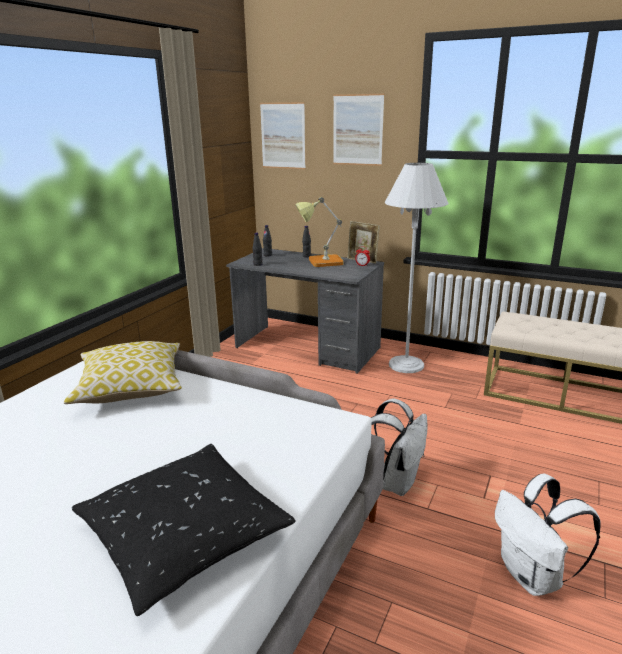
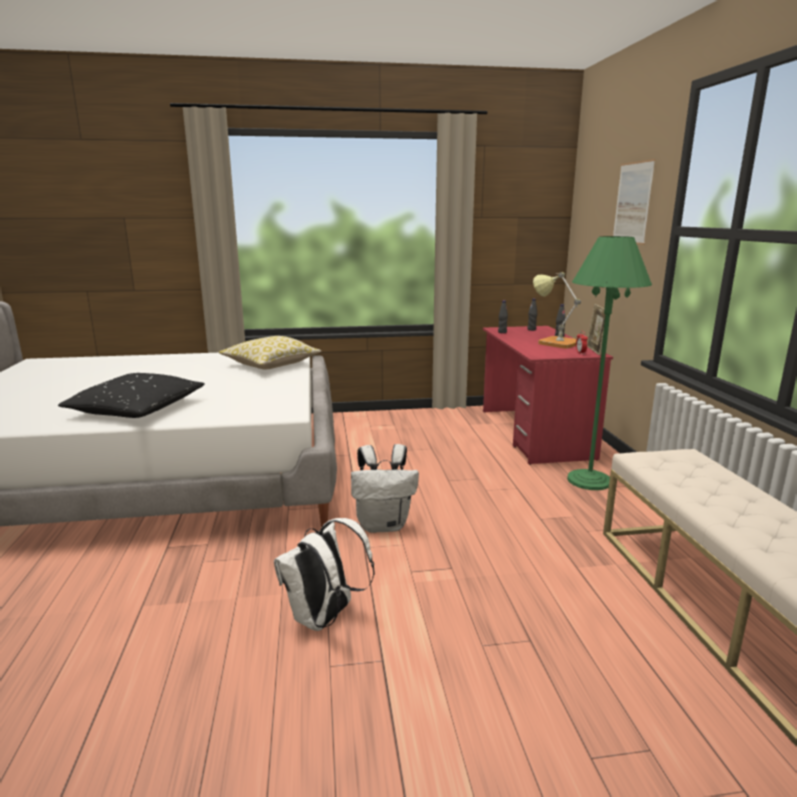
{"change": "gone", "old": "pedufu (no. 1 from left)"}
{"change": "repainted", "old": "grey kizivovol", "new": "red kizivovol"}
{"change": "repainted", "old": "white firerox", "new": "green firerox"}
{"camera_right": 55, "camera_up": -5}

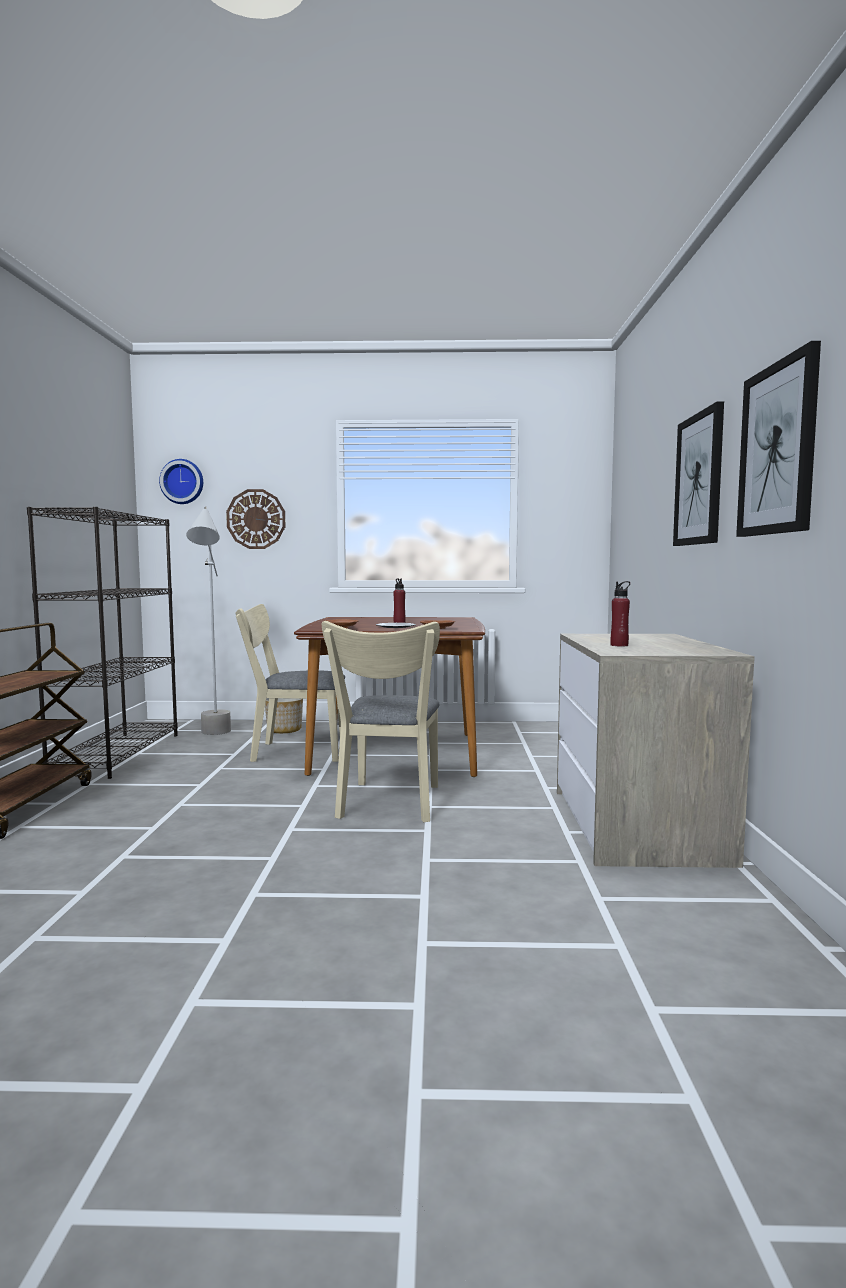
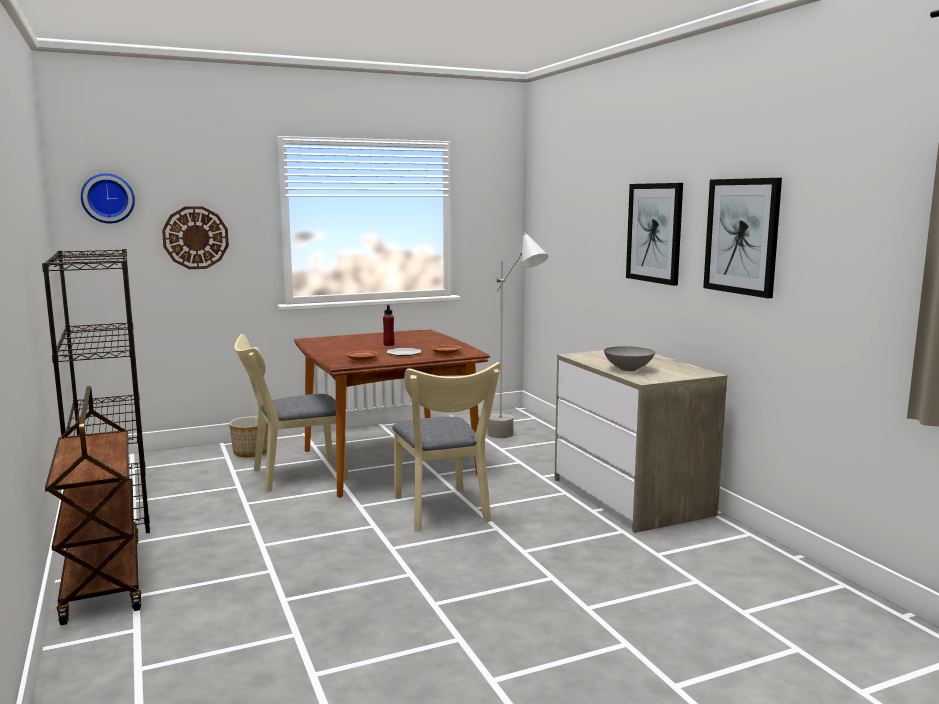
{"change": "shifted", "old": "grey firerox"}
{"change": "swapped", "old": "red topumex (no. 2 from left)", "new": "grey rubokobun"}
{"camera_right": -25, "camera_up": 5}

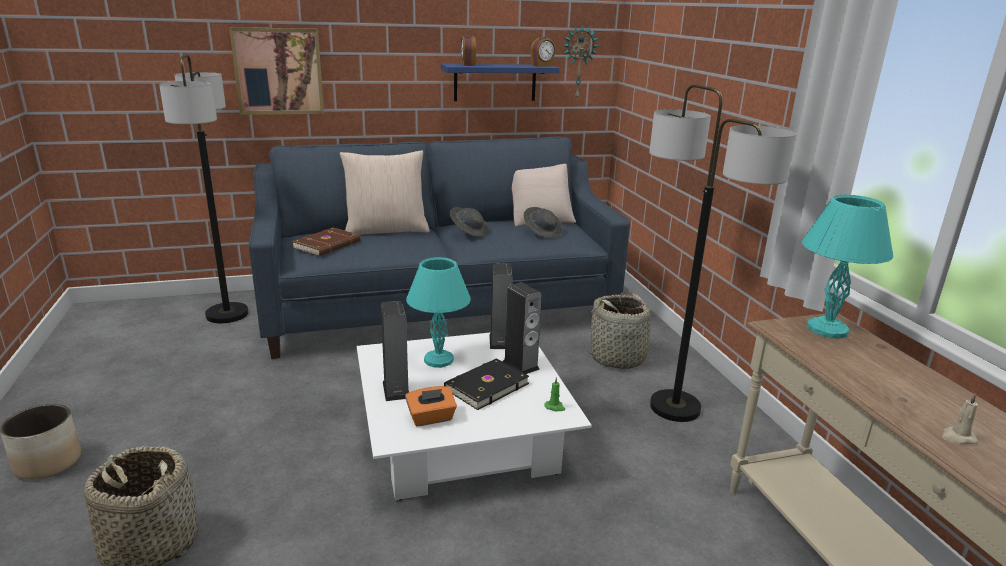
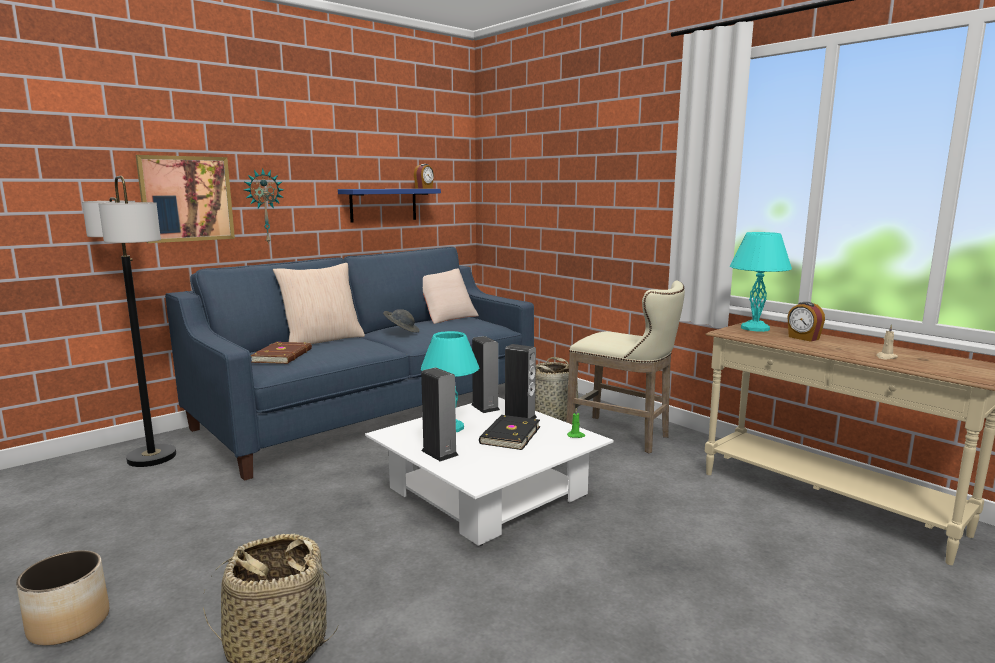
{"change": "gone", "old": "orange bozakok"}
{"change": "gone", "old": "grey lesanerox (no. 2 from left)"}
{"change": "shifted", "old": "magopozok (no. 1 from left in the first image)", "new": "magopozok (no. 2 from left)"}
{"change": "shifted", "old": "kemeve"}
{"change": "swapped", "old": "firerox (no. 2 from left)", "new": "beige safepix"}
{"camera_right": -25, "camera_up": -10}

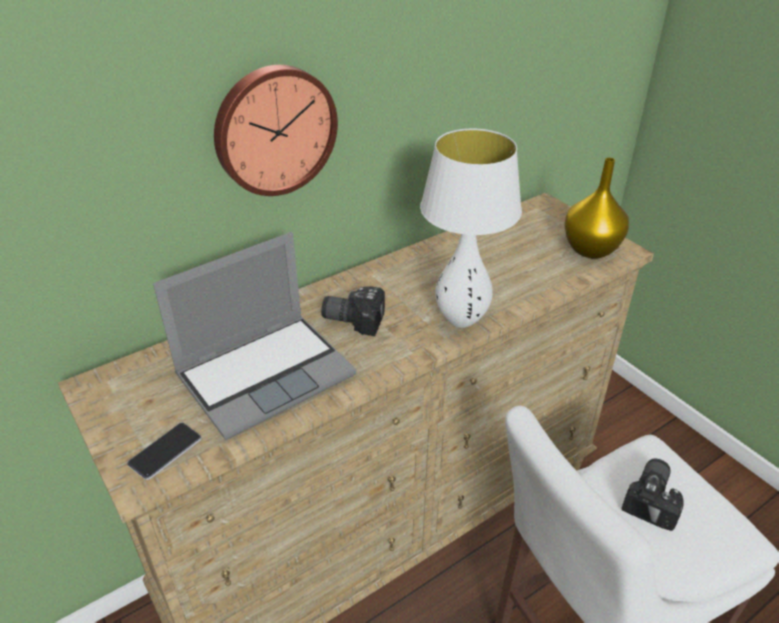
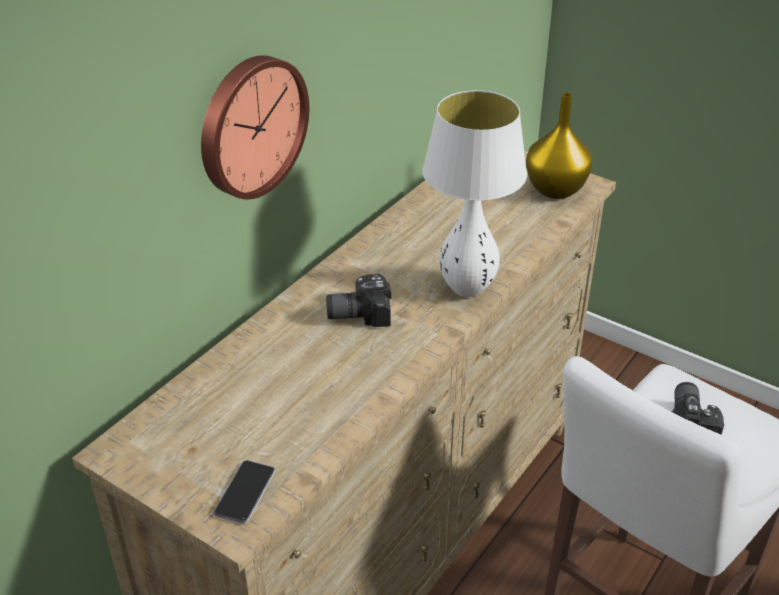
{"change": "gone", "old": "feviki"}
{"camera_right": -20, "camera_up": 0}

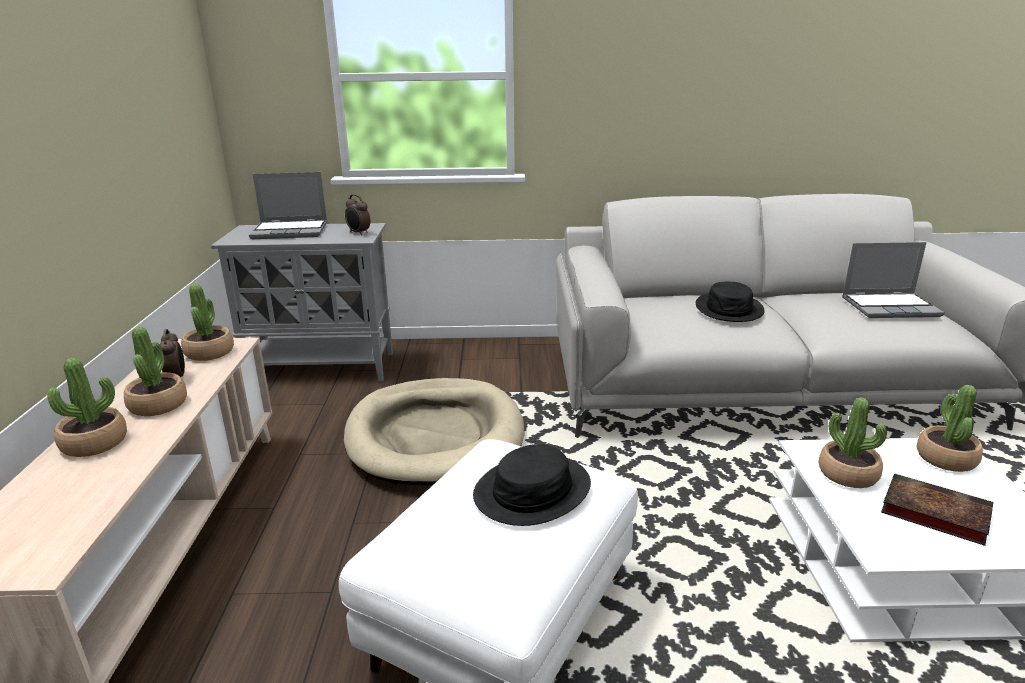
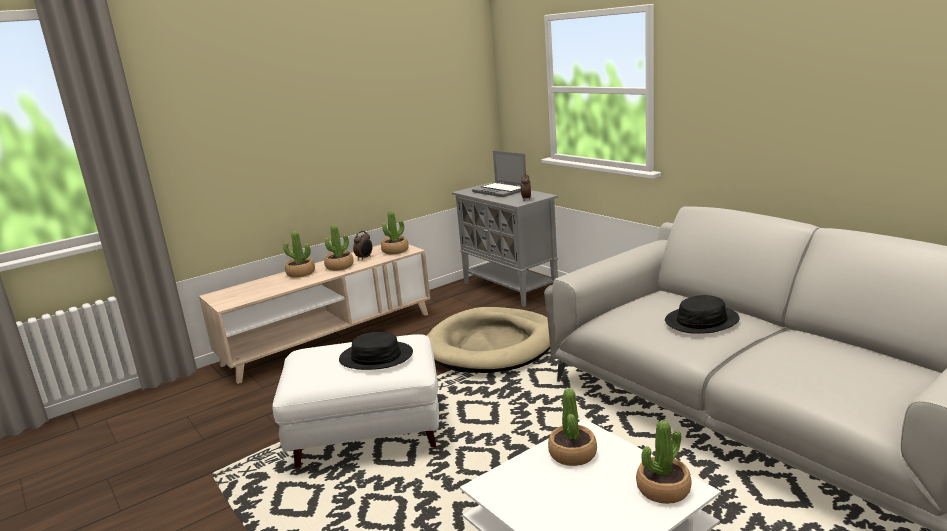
{"change": "gone", "old": "feviki (no. 2 from left)"}
{"change": "gone", "old": "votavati"}
{"camera_right": 55, "camera_up": -5}

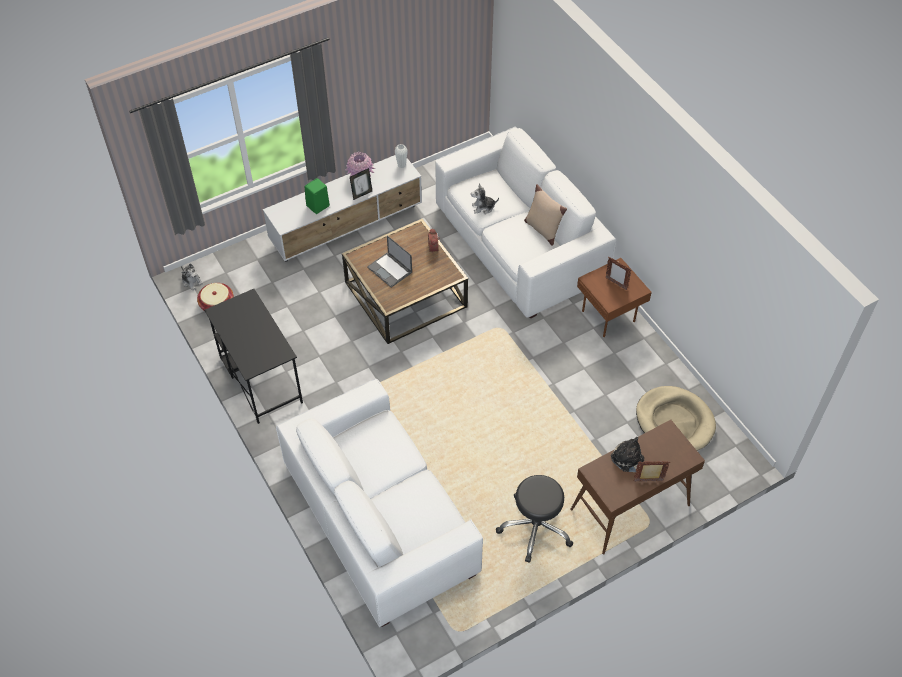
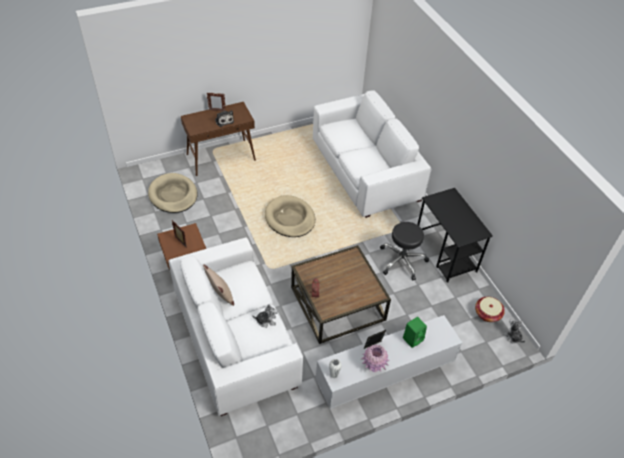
{"change": "gone", "old": "feviki"}
{"change": "new", "new": "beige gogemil (no. 2 from left)"}
{"change": "shifted", "old": "black safepix"}
{"camera_right": -175, "camera_up": -5}

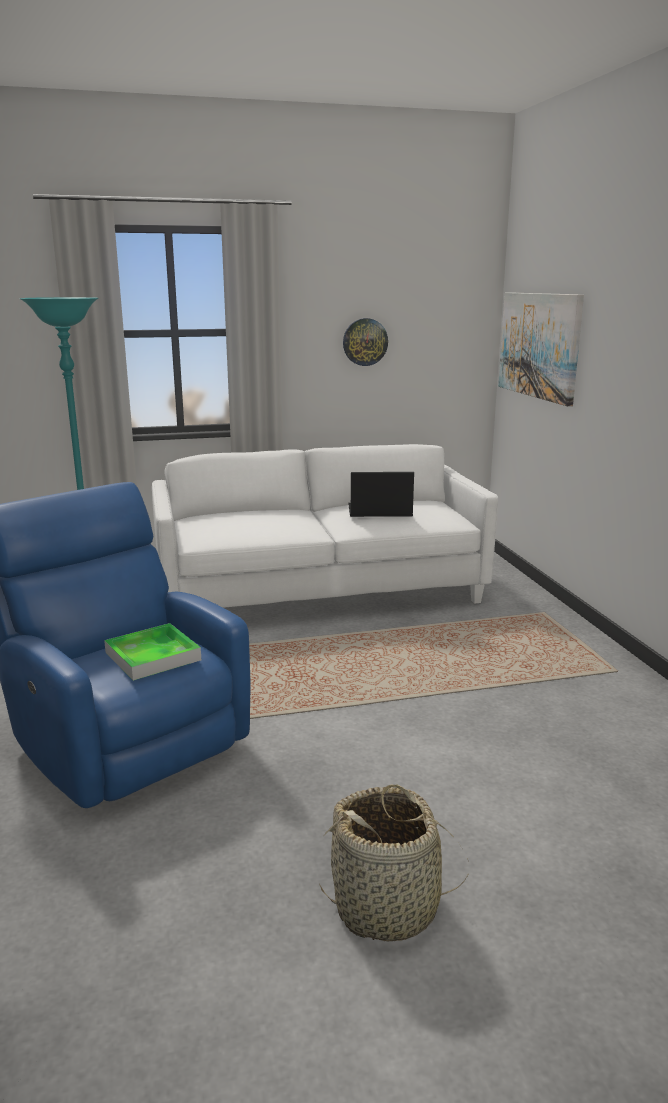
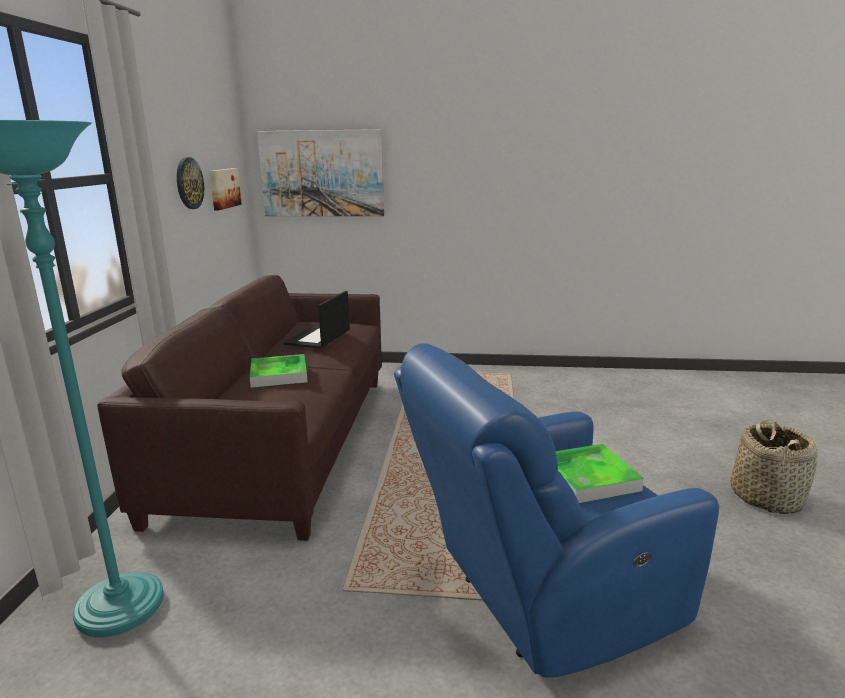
{"change": "new", "new": "pedufu (no. 1 from left)"}
{"change": "new", "new": "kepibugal (no. 1 from left)"}
{"change": "repainted", "old": "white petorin", "new": "brown petorin"}
{"camera_right": -70, "camera_up": 0}

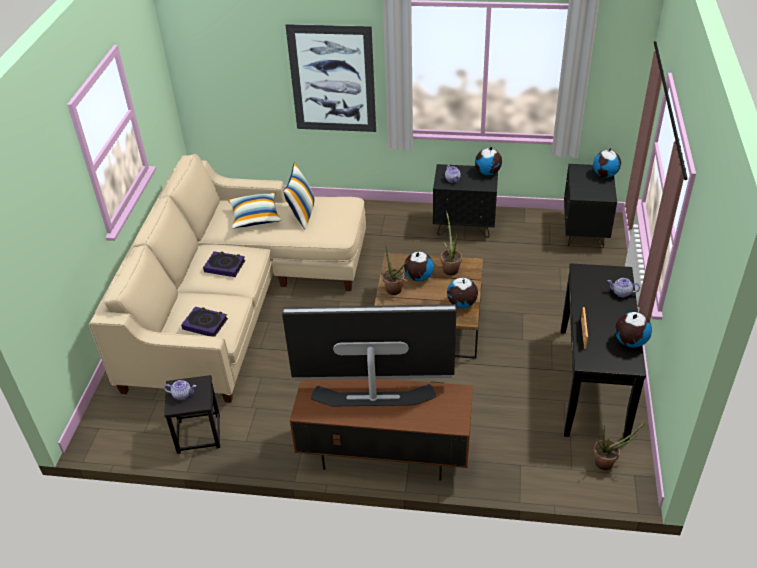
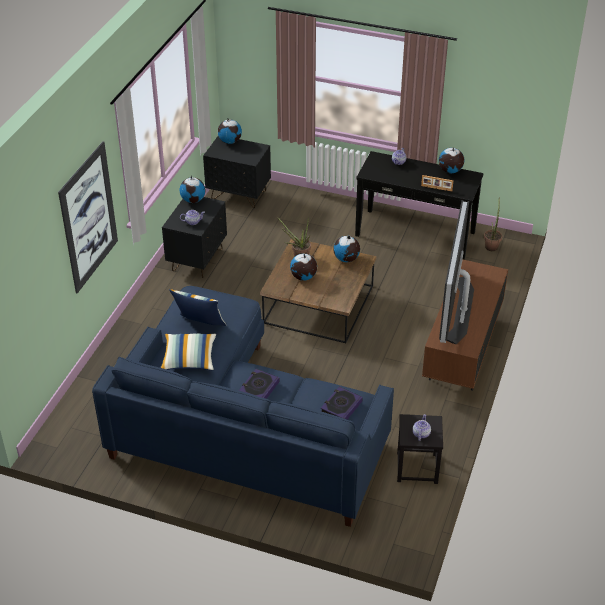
{"change": "gone", "old": "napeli (no. 1 from left)"}
{"change": "repainted", "old": "beige petorin", "new": "blue petorin"}
{"camera_right": -80, "camera_up": 0}

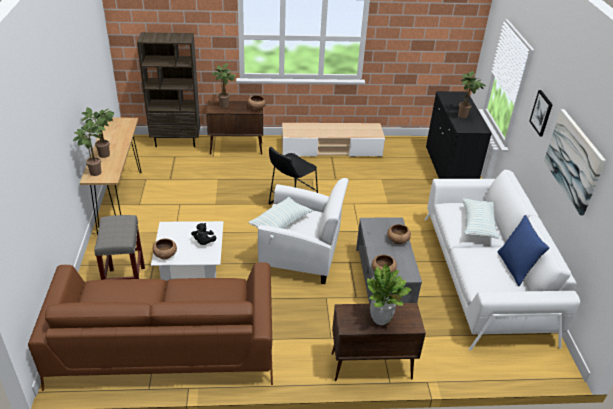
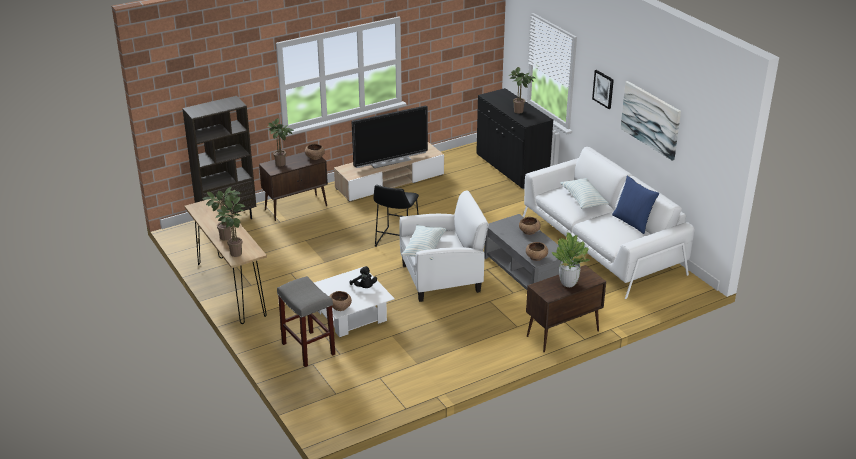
{"change": "gone", "old": "brown petorin"}
{"change": "new", "new": "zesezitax"}
{"camera_right": -25, "camera_up": -5}

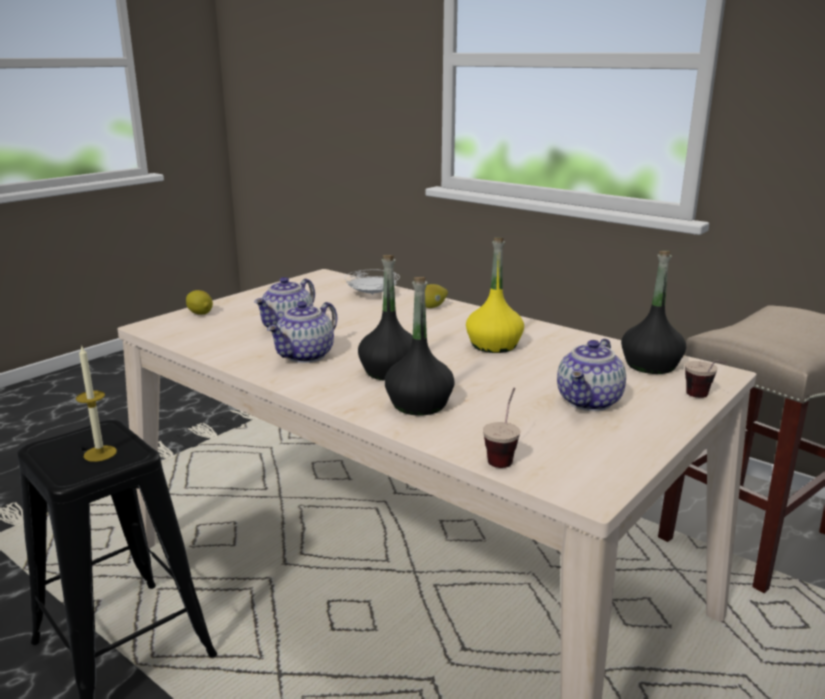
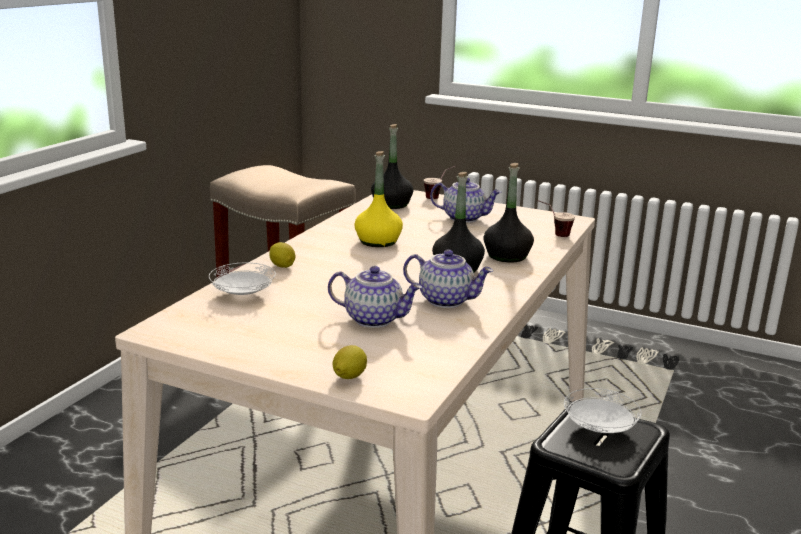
{"change": "swapped", "old": "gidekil", "new": "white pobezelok (no. 2 from left)"}
{"camera_right": -105, "camera_up": 0}

